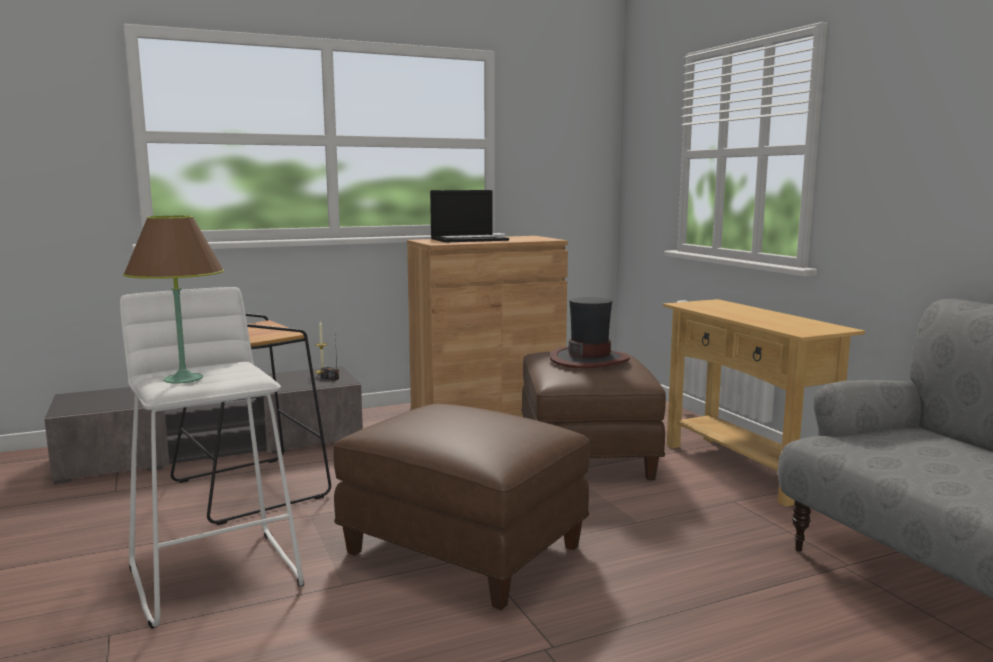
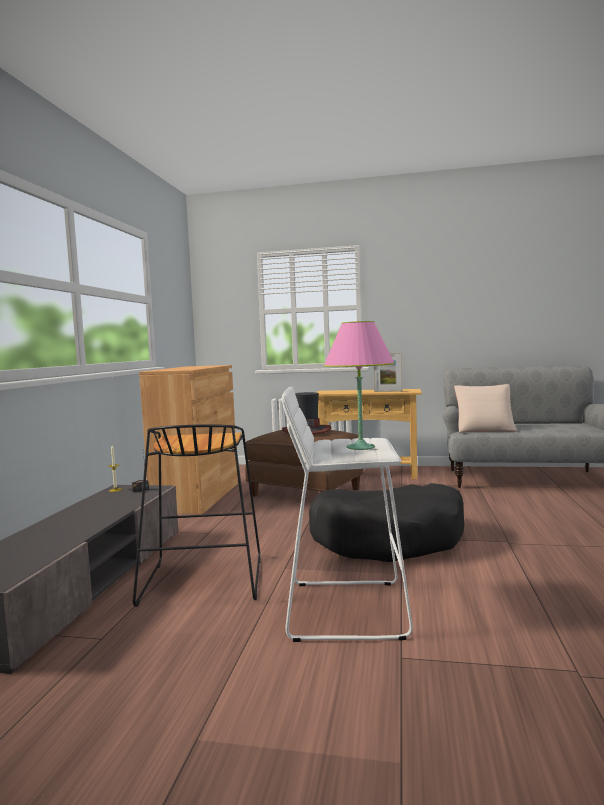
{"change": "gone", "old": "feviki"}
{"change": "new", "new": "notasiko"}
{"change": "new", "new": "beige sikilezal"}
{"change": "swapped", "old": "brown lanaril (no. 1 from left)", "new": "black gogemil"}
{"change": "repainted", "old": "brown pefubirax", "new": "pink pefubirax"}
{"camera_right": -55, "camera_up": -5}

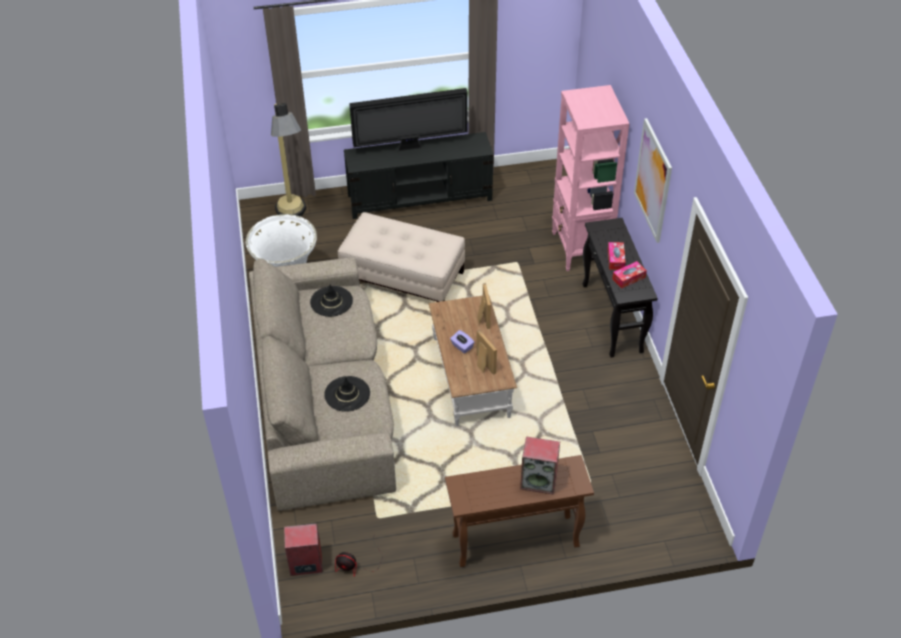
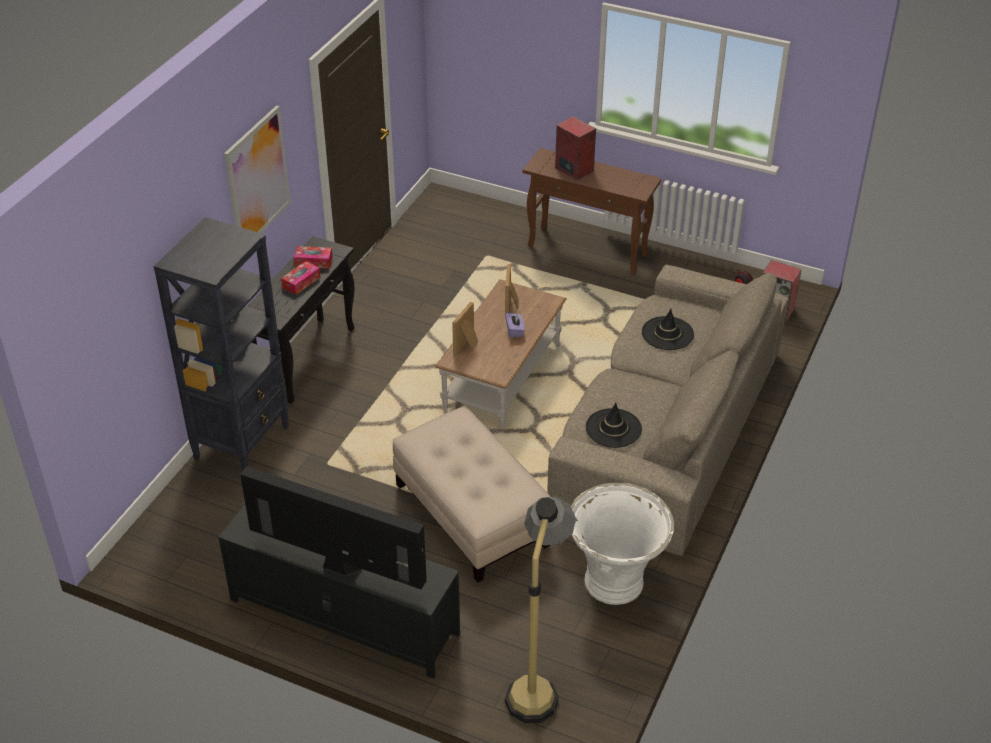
{"change": "repainted", "old": "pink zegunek", "new": "black zegunek"}
{"camera_right": -145, "camera_up": -5}

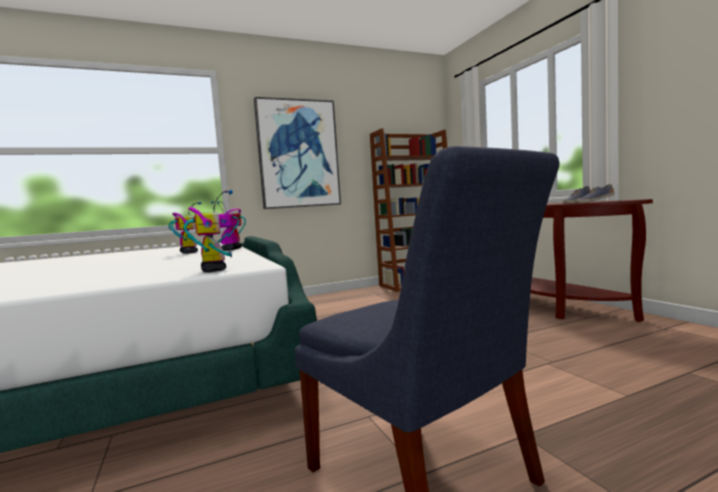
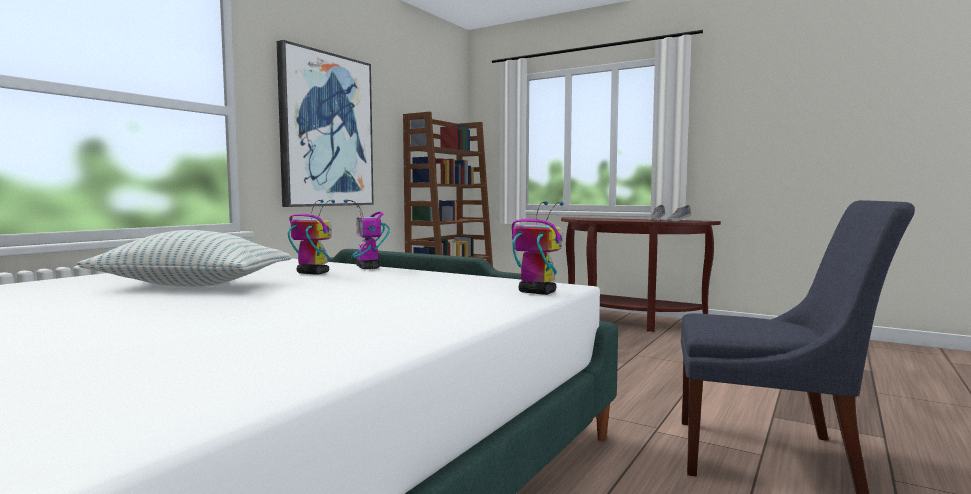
{"change": "new", "new": "sikilezal"}
{"camera_right": -35, "camera_up": 0}

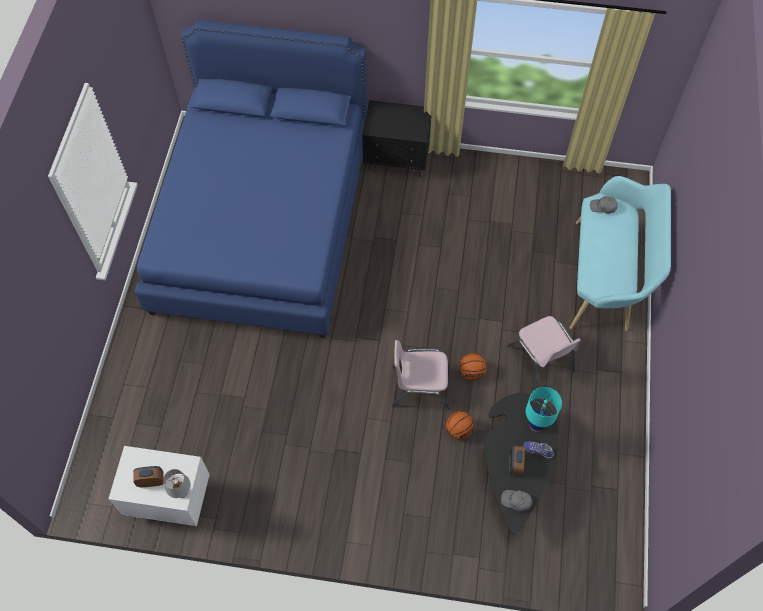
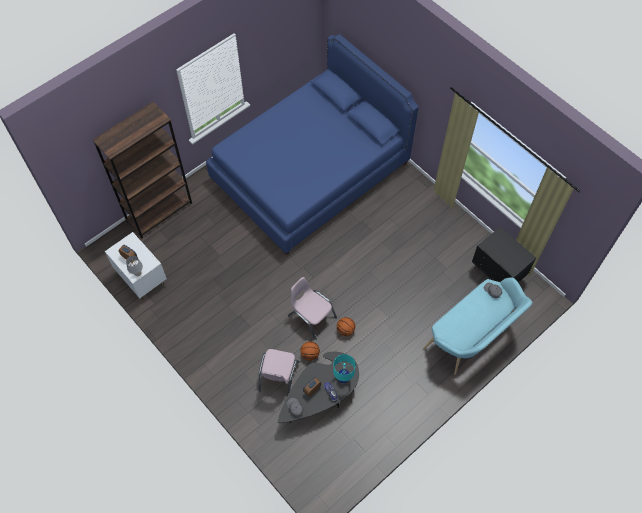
{"change": "new", "new": "brown zegunek"}
{"change": "shifted", "old": "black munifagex"}
{"change": "shifted", "old": "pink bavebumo (no. 2 from left in the first image)", "new": "pink bavebumo (no. 1 from left)"}
{"camera_right": 40, "camera_up": 0}

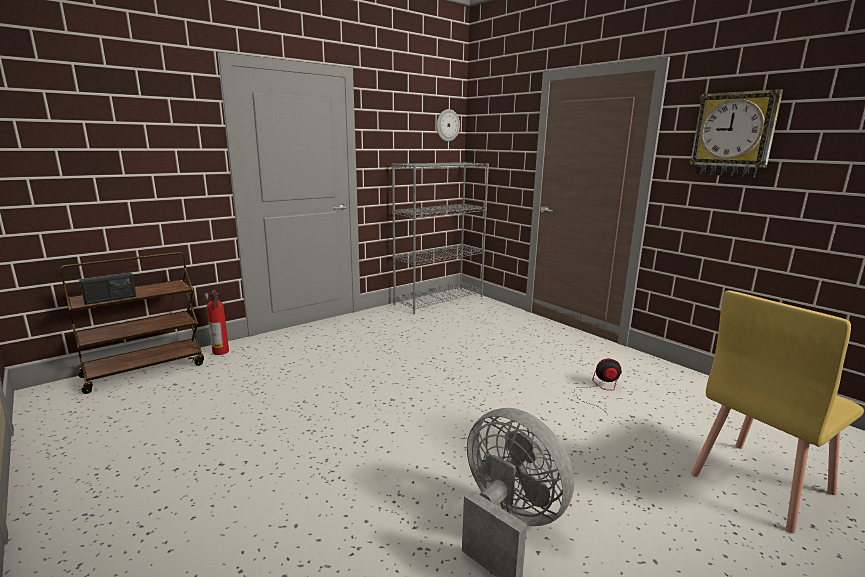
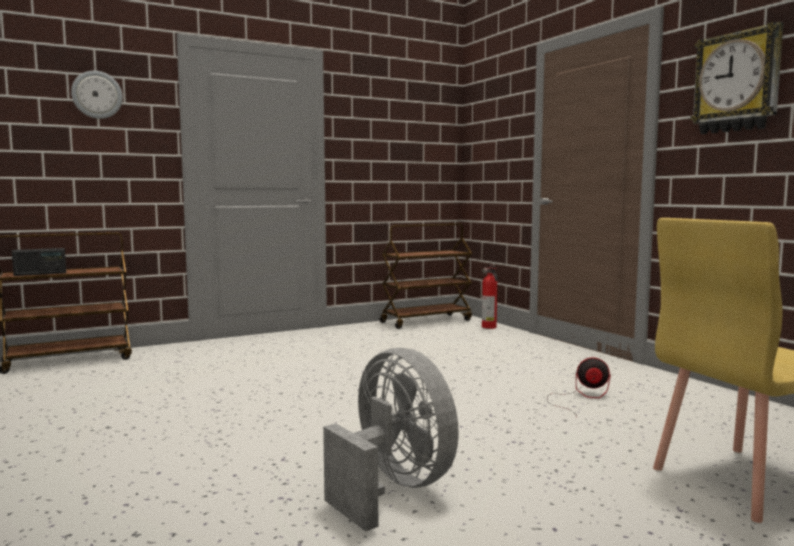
{"change": "shifted", "old": "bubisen"}
{"change": "shifted", "old": "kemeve (no. 1 from left)"}
{"change": "swapped", "old": "grey zegunek", "new": "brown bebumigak (no. 2 from left)"}
{"camera_right": 10, "camera_up": -10}

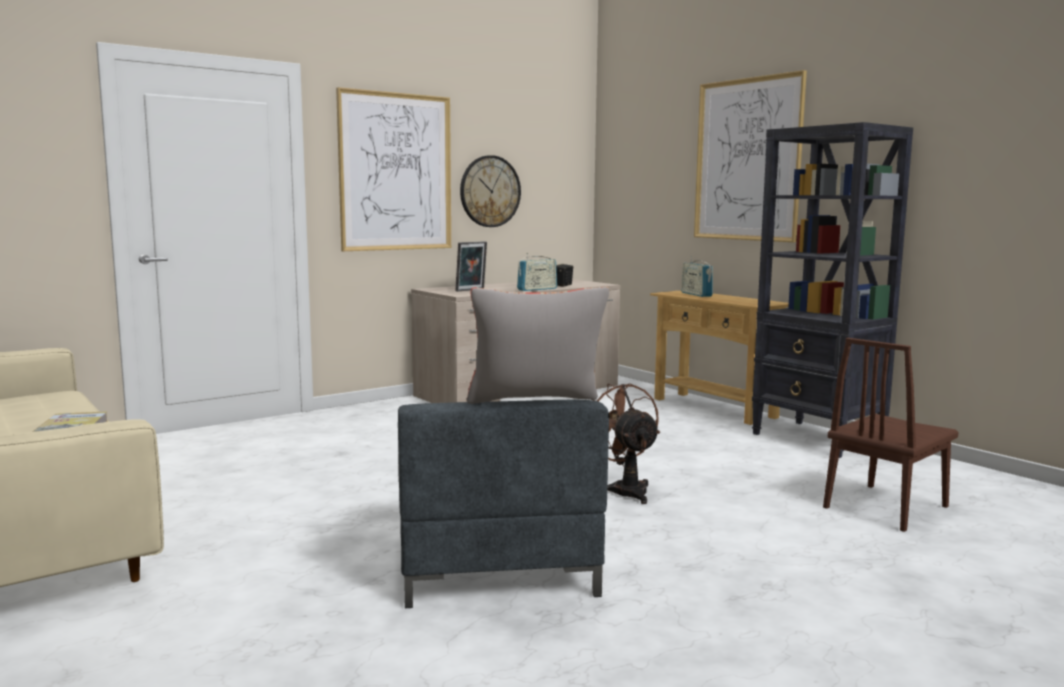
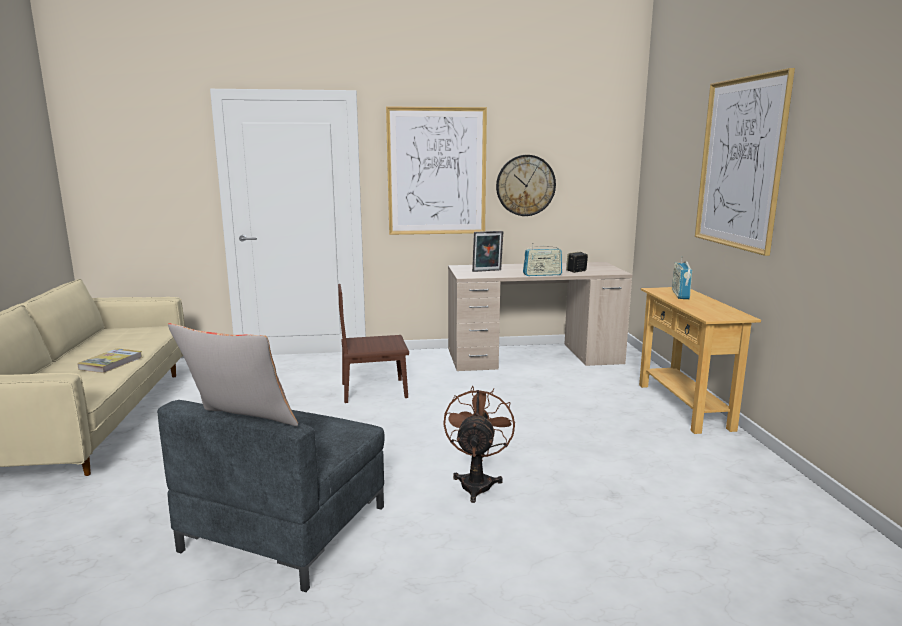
{"change": "gone", "old": "black zegunek"}
{"change": "shifted", "old": "brown bavebumo"}
{"camera_right": 30, "camera_up": 5}

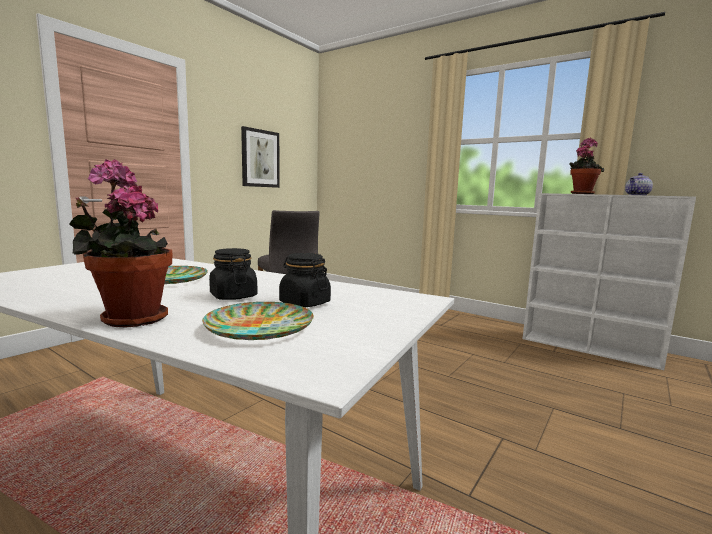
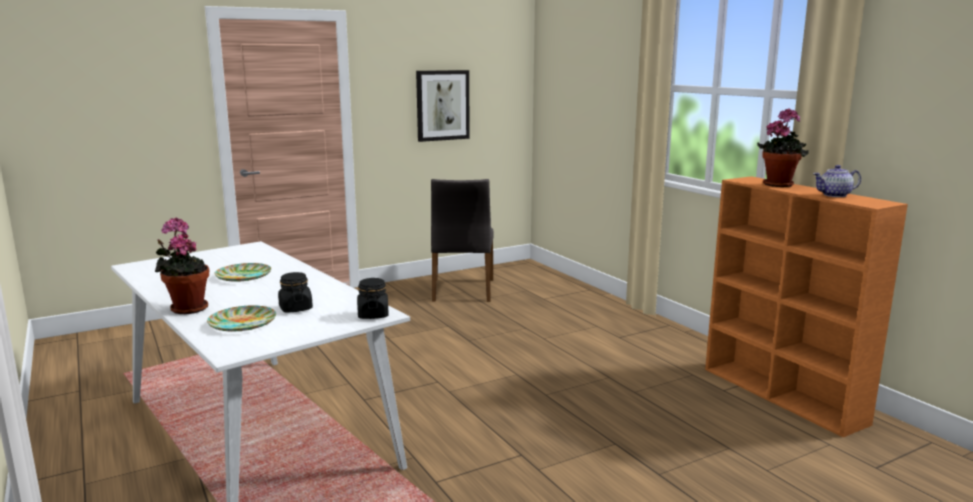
{"change": "shifted", "old": "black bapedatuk (no. 1 from left in the first image)", "new": "black bapedatuk (no. 2 from left)"}
{"change": "repainted", "old": "white zegunek", "new": "orange zegunek"}
{"camera_right": 25, "camera_up": 5}

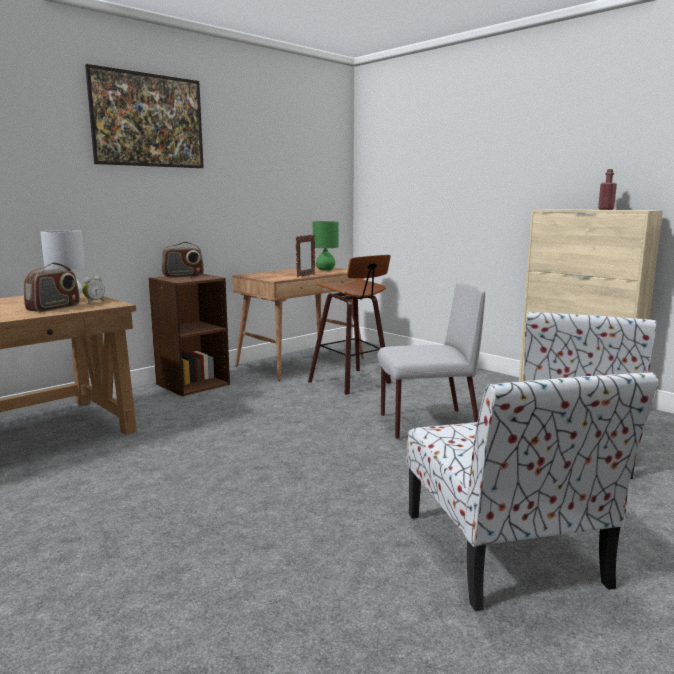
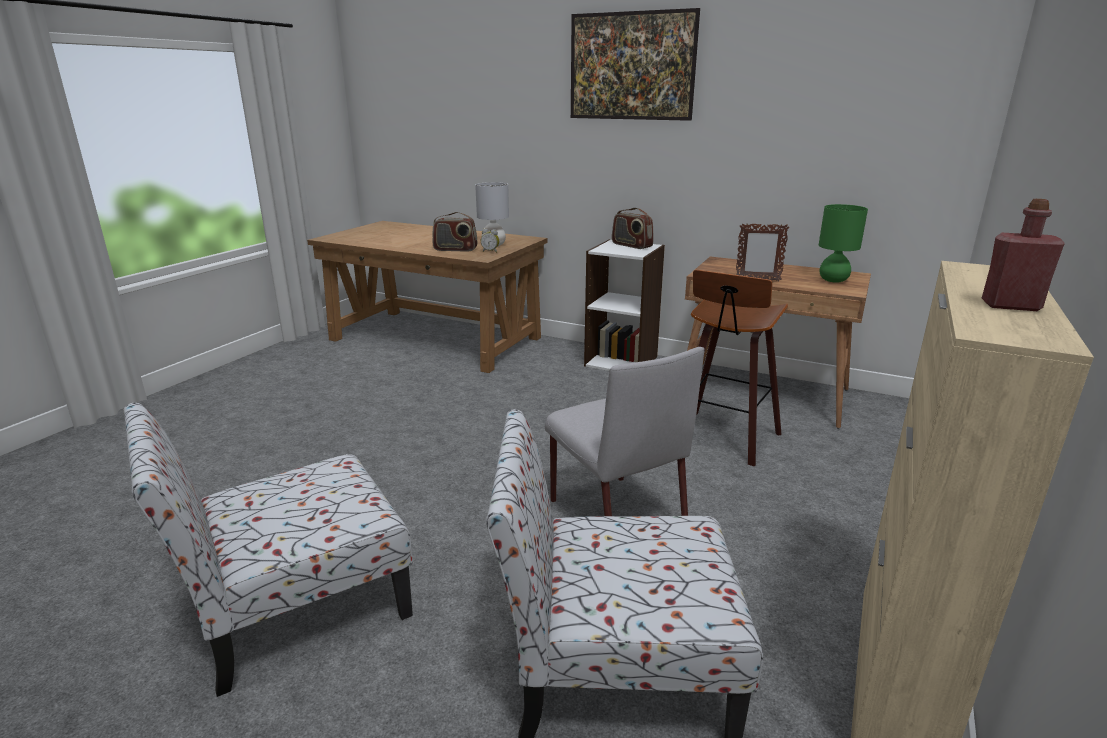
{"change": "repainted", "old": "brown zegunek", "new": "white zegunek"}
{"camera_right": 70, "camera_up": 10}

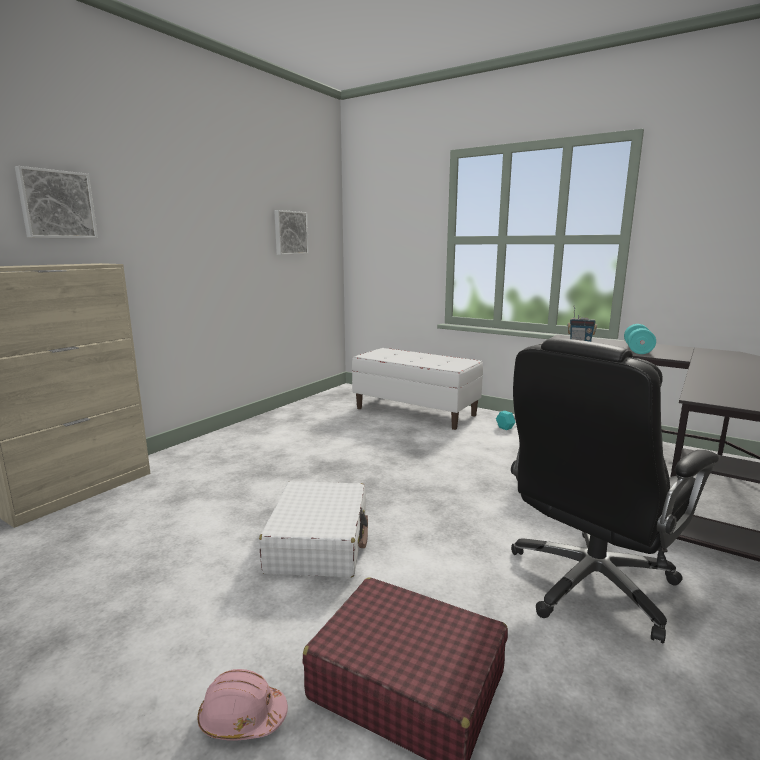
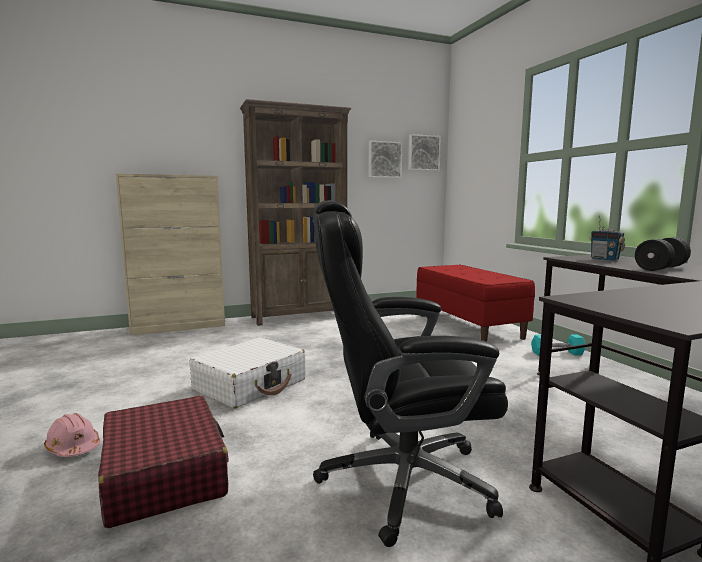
{"change": "new", "new": "brown zegunek"}
{"change": "shifted", "old": "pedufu (no. 1 from left in the first image)", "new": "pedufu (no. 2 from left)"}
{"change": "repainted", "old": "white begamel", "new": "red begamel"}
{"change": "repainted", "old": "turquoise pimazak (no. 2 from left)", "new": "black pimazak"}
{"camera_right": 35, "camera_up": -5}

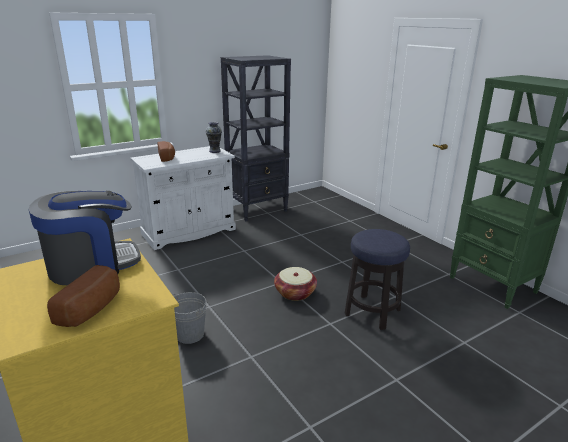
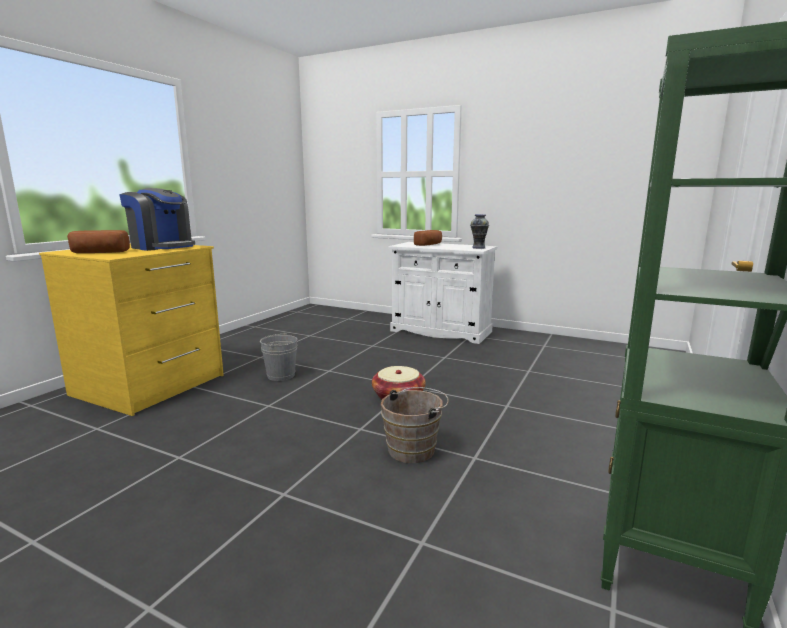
{"change": "gone", "old": "black zegunek"}
{"change": "swapped", "old": "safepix", "new": "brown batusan"}
{"camera_right": 60, "camera_up": -10}

